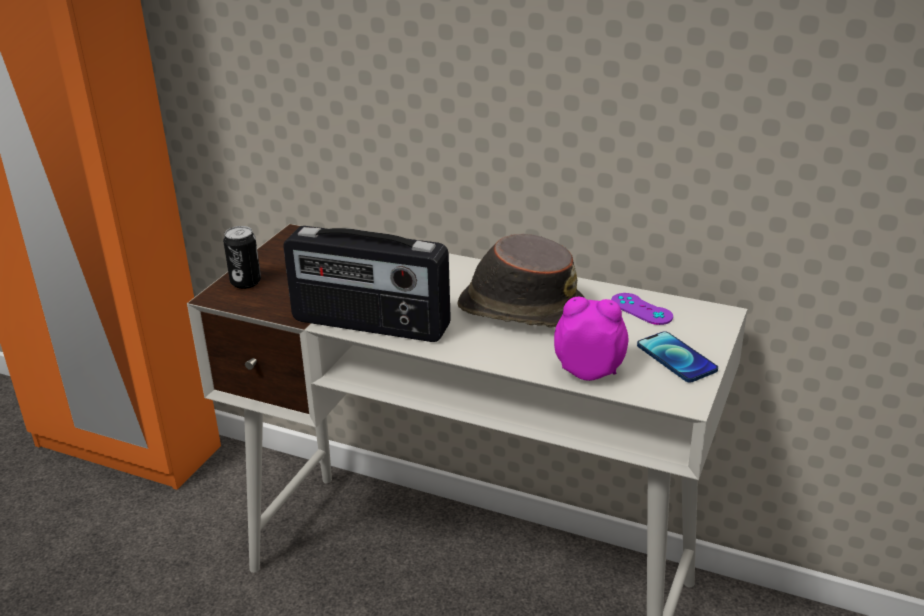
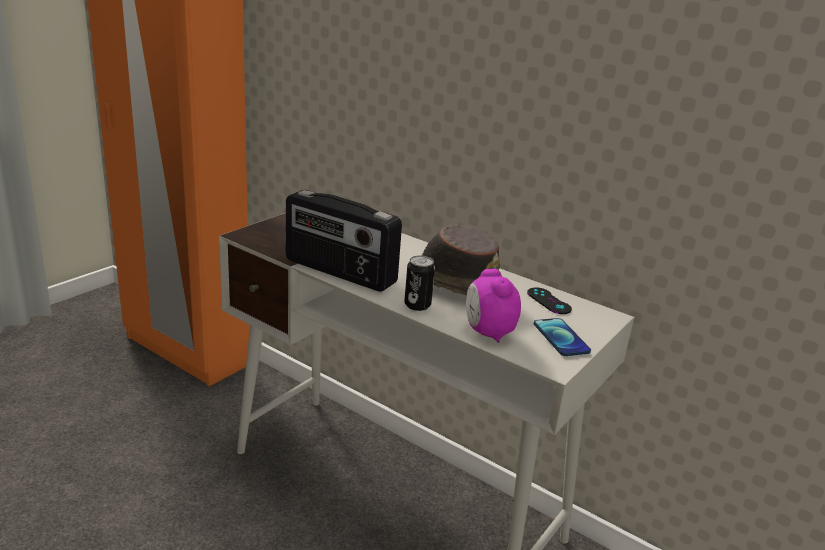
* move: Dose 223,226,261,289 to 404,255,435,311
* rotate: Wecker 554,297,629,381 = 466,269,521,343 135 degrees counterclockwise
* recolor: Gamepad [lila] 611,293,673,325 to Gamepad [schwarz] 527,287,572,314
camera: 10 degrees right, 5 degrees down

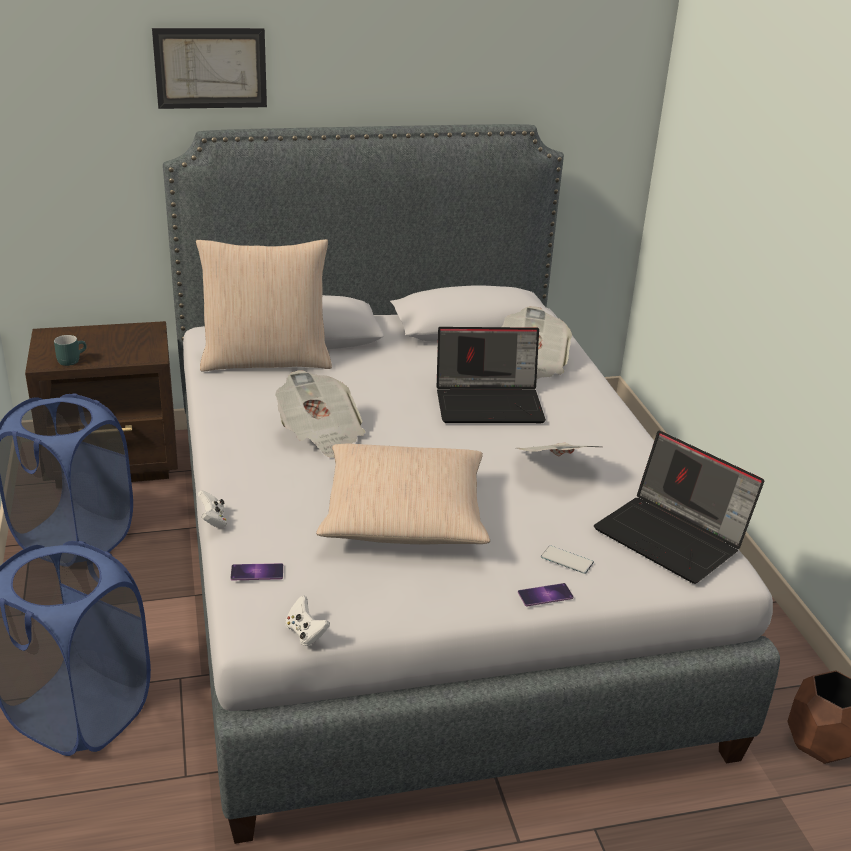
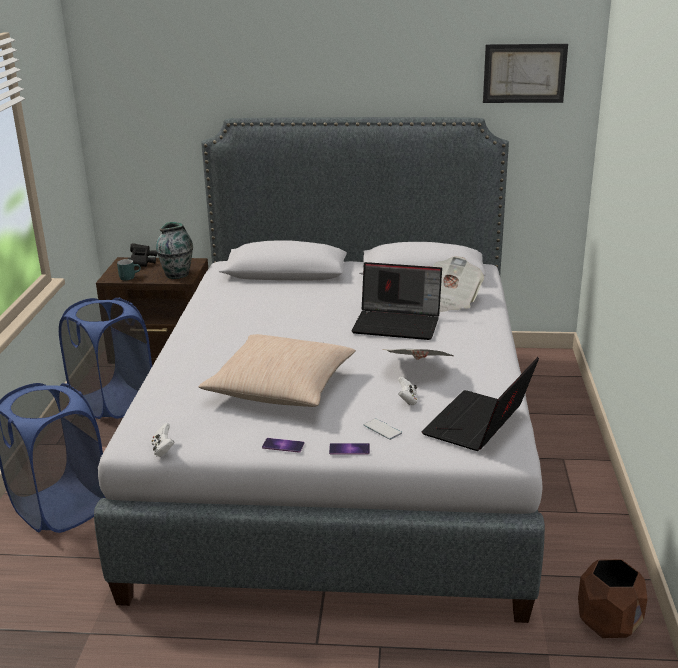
* insert: Fernglas [schwarz] 128,243,157,267
* insert: Vase 156,222,193,279
* move: Handy 231,563,283,580 to 262,438,305,452
* move: Gamepad [weiß] 198,491,227,528 to 398,376,417,405
* rotate: Laptop 594,431,764,584 = 421,357,539,451 60 degrees clockwise
* move: Bild 152,28,267,109 to 483,44,568,103
* delete: Kissen [beige] 196,239,332,371
* delete: Zeitung 275,370,365,458
camera: 20 degrees right, 5 degrees down

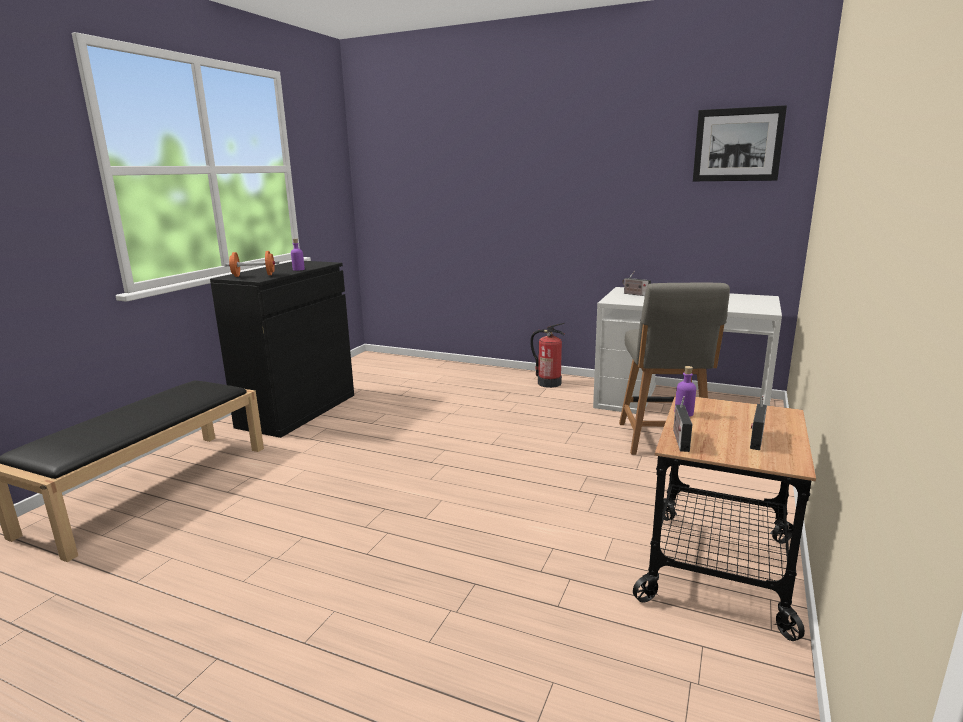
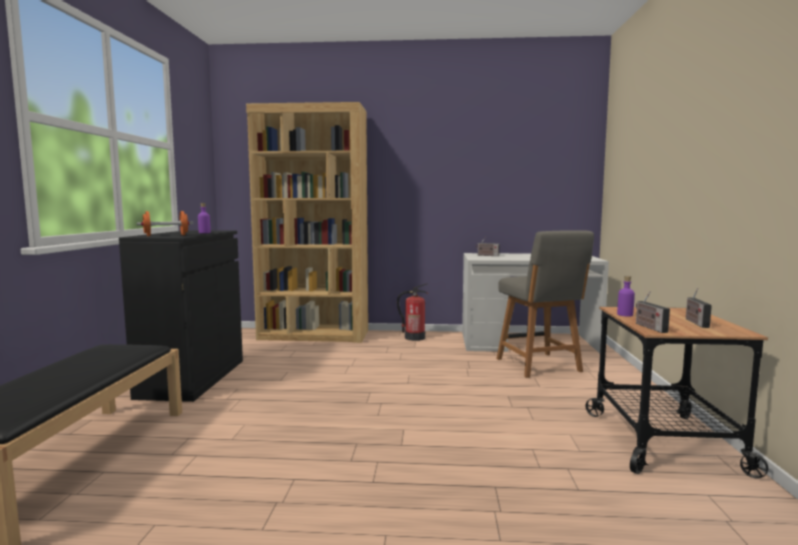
* insert: Bücherregal [braun] 246,102,368,343
* delete: Bild 693,105,787,181
camera: 20 degrees left, 10 degrees down

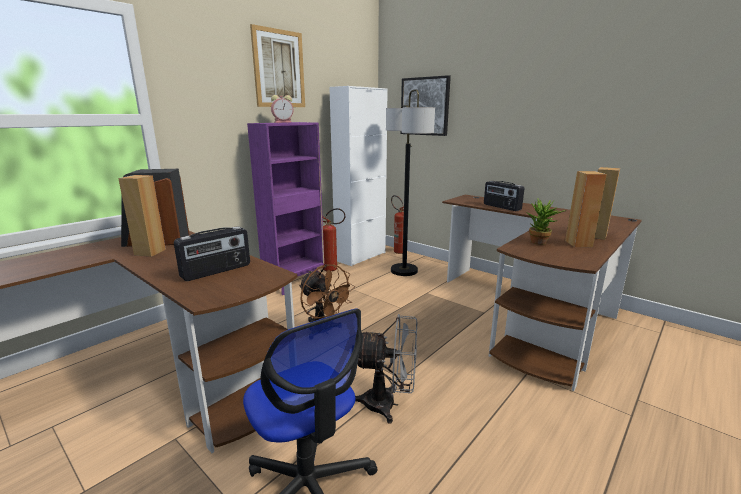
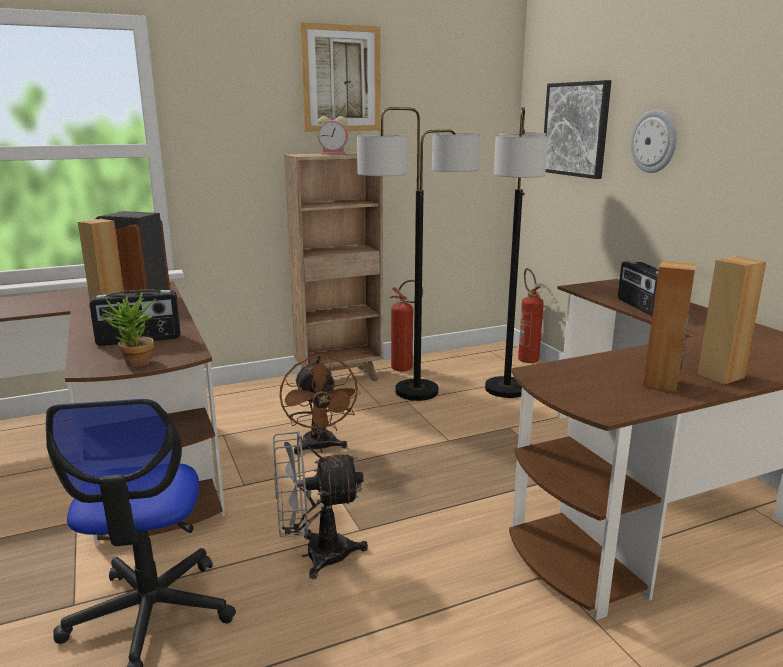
* move: Topfpflanze 527,198,566,245 to 99,292,156,367
* rotate: Ventilator [grau] 355,314,417,424 = 273,431,368,579 135 degrees clockwise
* recolor: Bücherregal [lila] 247,122,324,295 to Bücherregal [braun] 284,153,383,382
* insert: Stehlampe 357,107,480,401
* insert: Wanduhr 630,110,677,173
* delete: Schrank [weiß] 329,86,388,266
camera: 25 degrees right, 0 degrees up

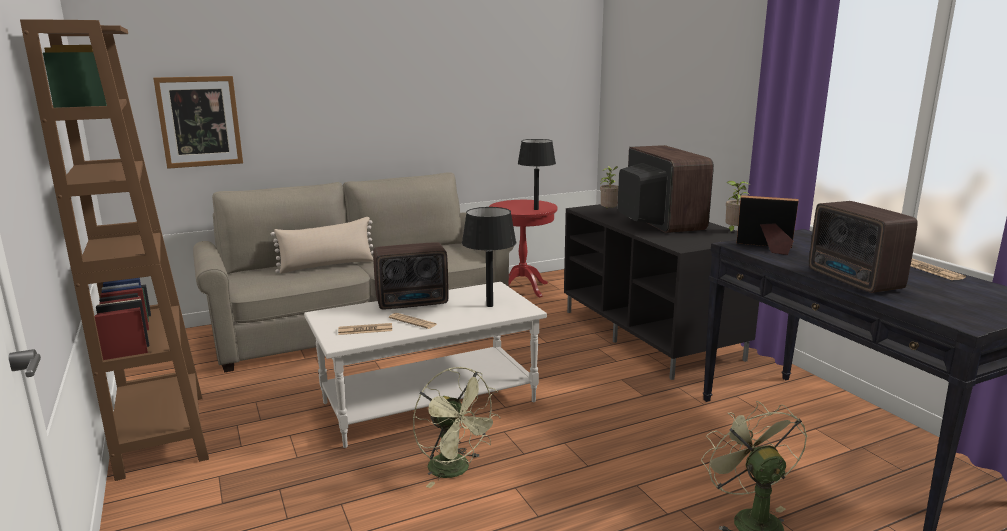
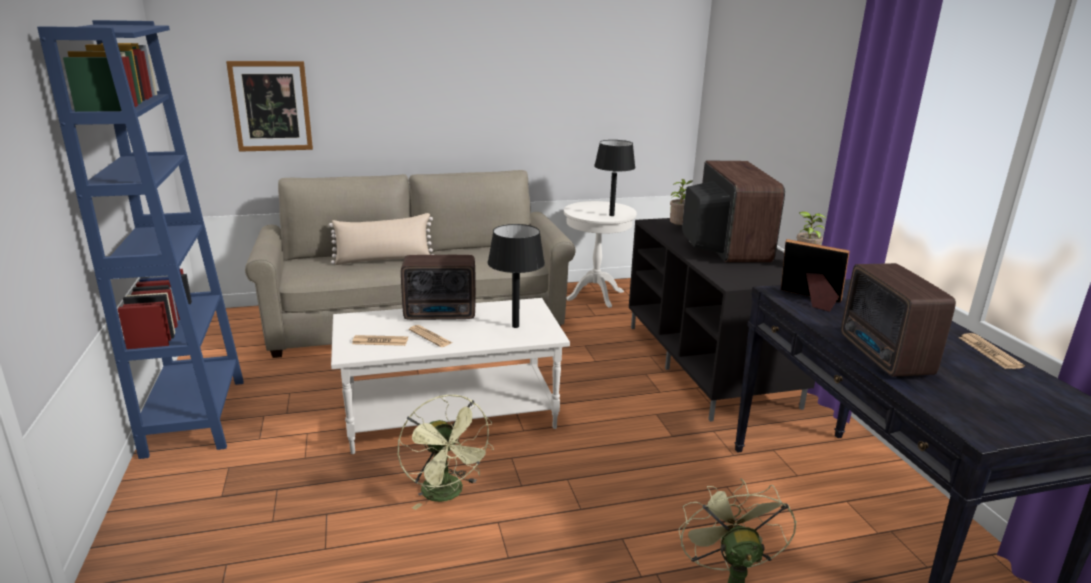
* recolor: Bücherregal [braun] 20,19,209,481 to Bücherregal [blau] 37,20,244,459
* recolor: Beistelltisch [rot] 489,200,557,297 to Beistelltisch [weiß] 564,201,637,308
camera: 10 degrees right, 5 degrees up

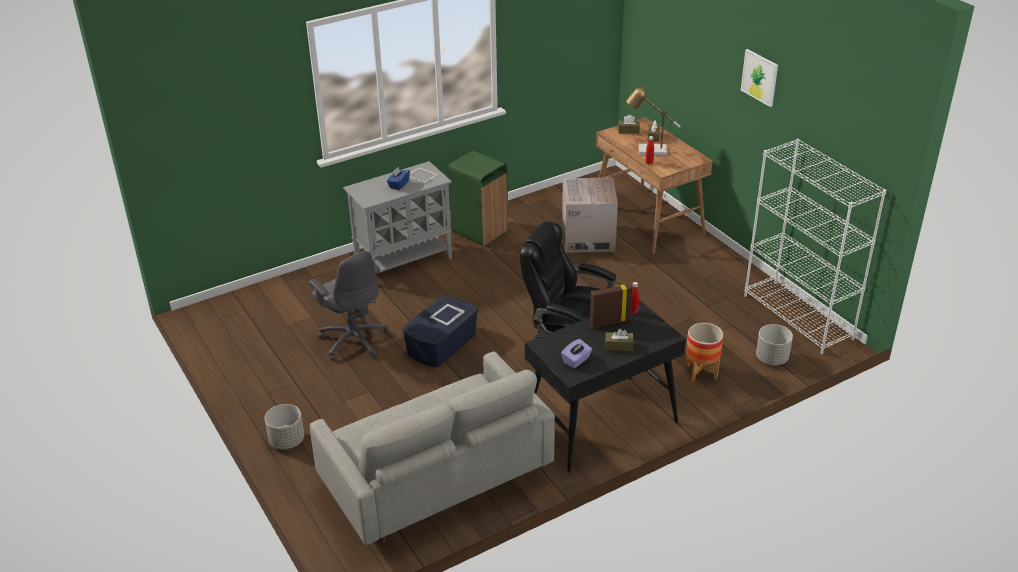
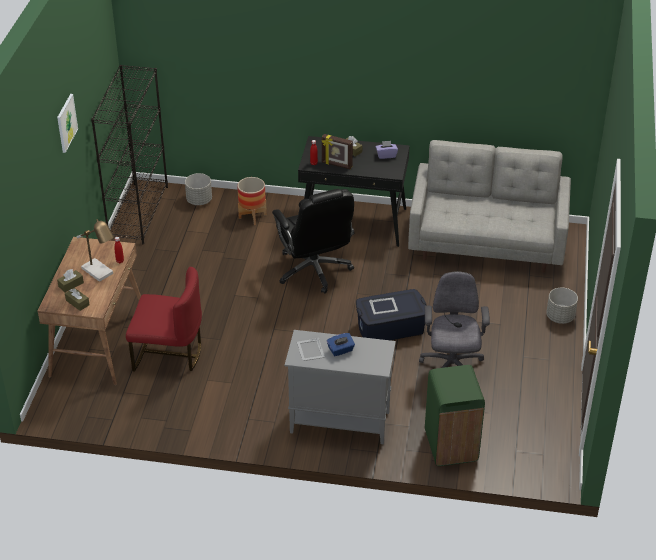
* recolor: Bücherregal [weiß] 744,139,886,354 to Bücherregal [schwarz] 91,65,168,244
* replace: Karton 562,177,618,253 to Stuhl [rot] 126,267,202,372
* move: Mülleimer [grün] 448,151,508,246 to 425,365,485,466
camera: 140 degrees left, 5 degrees up

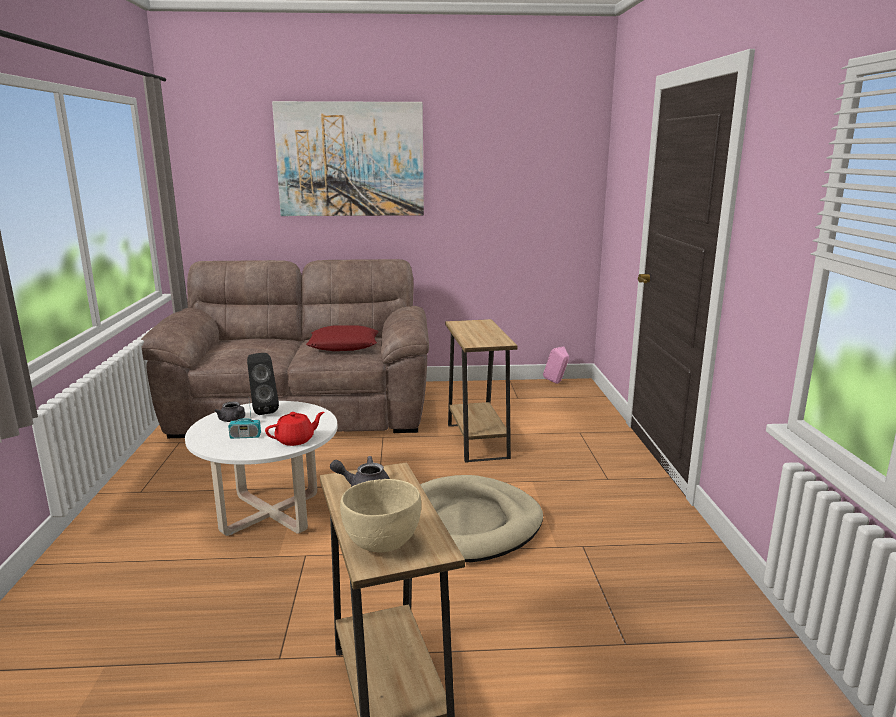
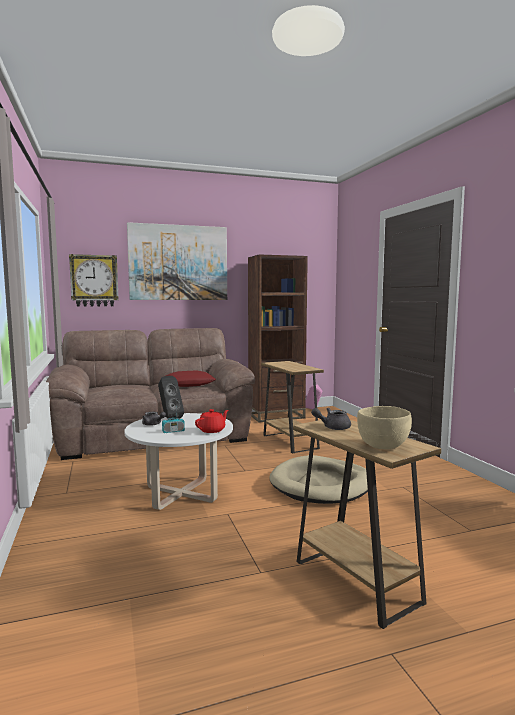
* insert: Wanduhr 69,254,119,307
* insert: Bücherregal [braun] 248,254,308,422
camera: 15 degrees left, 10 degrees down

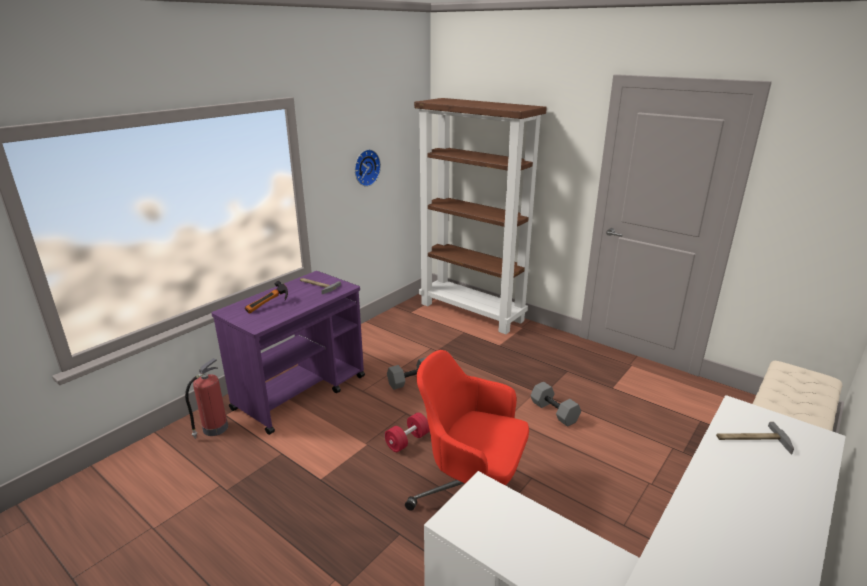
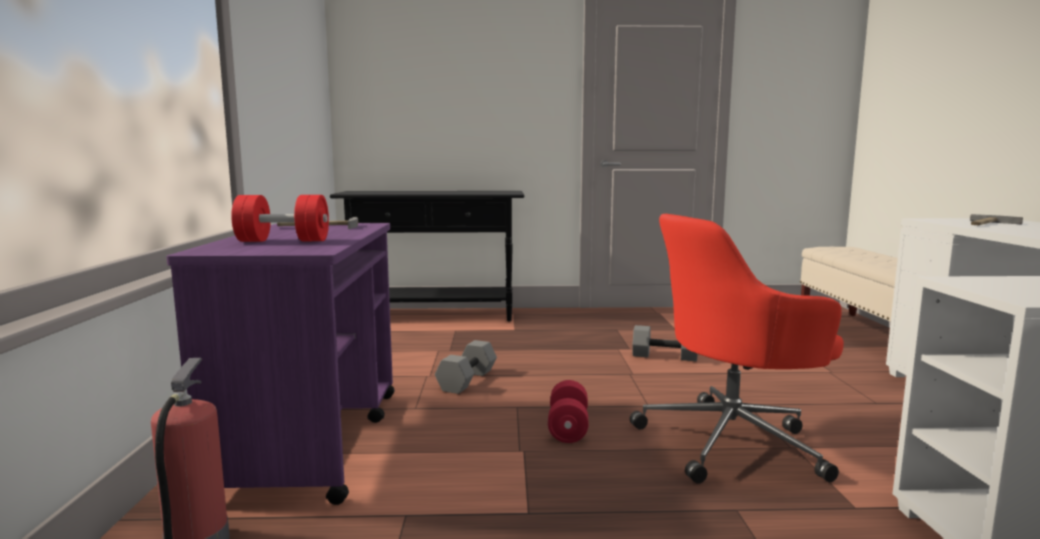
* replace: Hammer 245,281,288,313 to Hantel [rot] 231,195,329,242
* replace: Bücherregal [braun] 414,98,547,334 to Konsolentisch [schwarz] 330,191,524,321
* delete: Wanduhr 355,149,381,187
camera: 40 degrees left, 15 degrees down

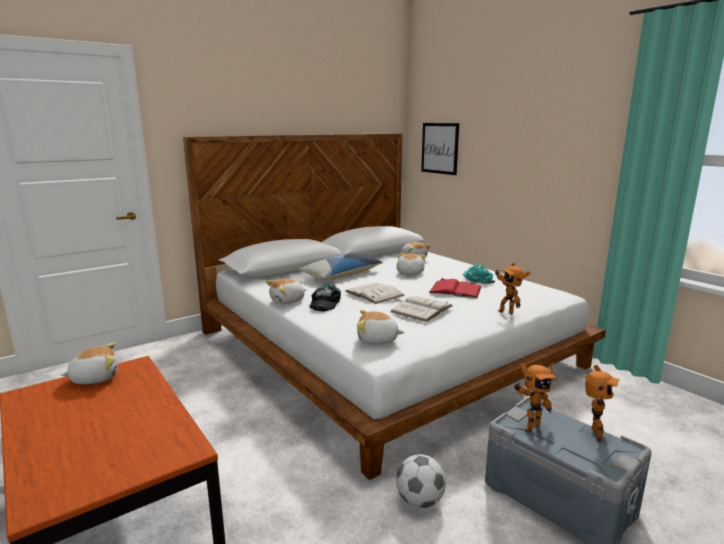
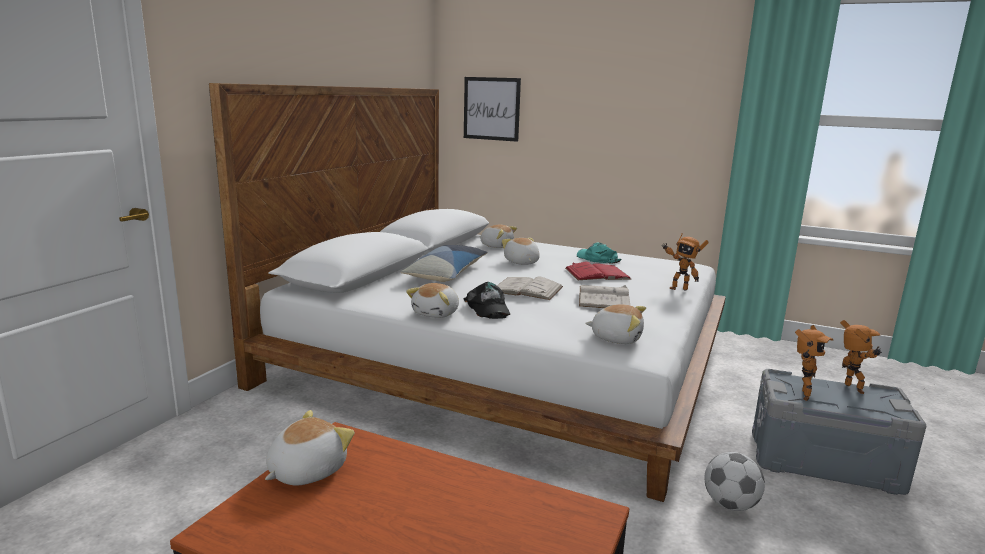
* rotate: Plüschtier 357,310,404,344 = 586,304,646,344 135 degrees counterclockwise
camera: 30 degrees left, 0 degrees up

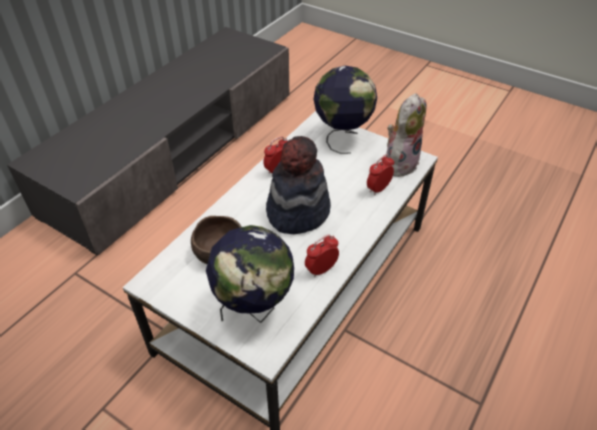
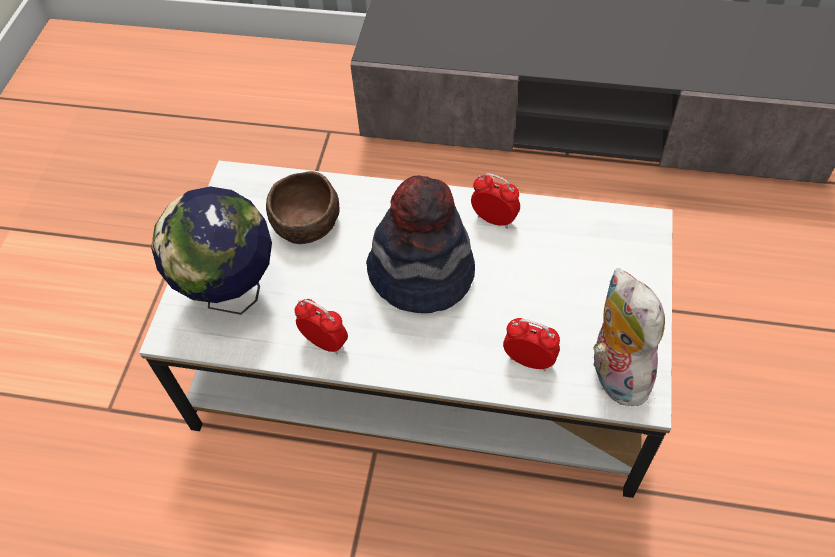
* rotate: Plüschtier 386,93,426,177 = 593,268,665,406 120 degrees counterclockwise
* delete: Globus 313,66,377,154
camera: 70 degrees right, 10 degrees up

